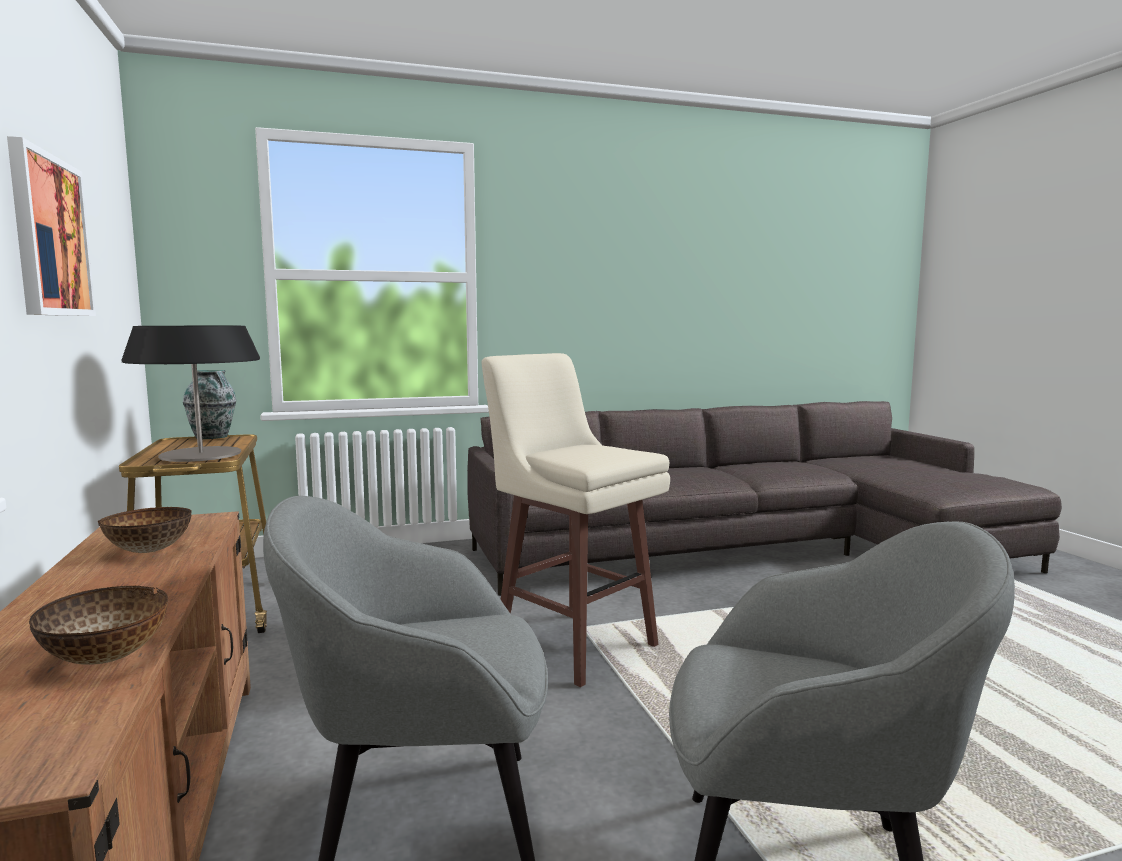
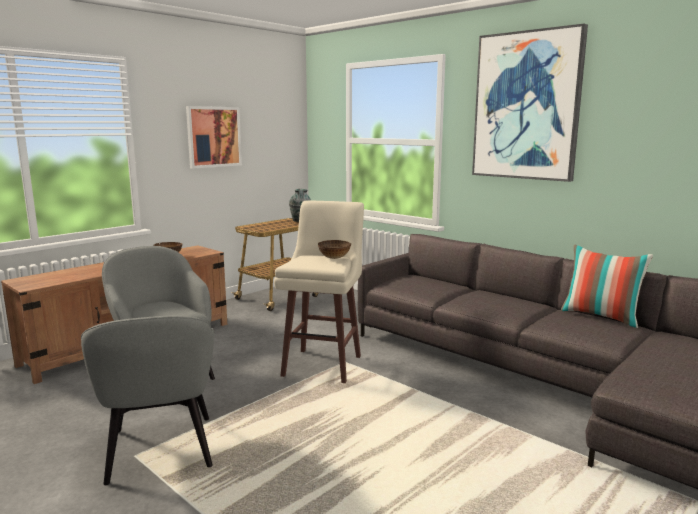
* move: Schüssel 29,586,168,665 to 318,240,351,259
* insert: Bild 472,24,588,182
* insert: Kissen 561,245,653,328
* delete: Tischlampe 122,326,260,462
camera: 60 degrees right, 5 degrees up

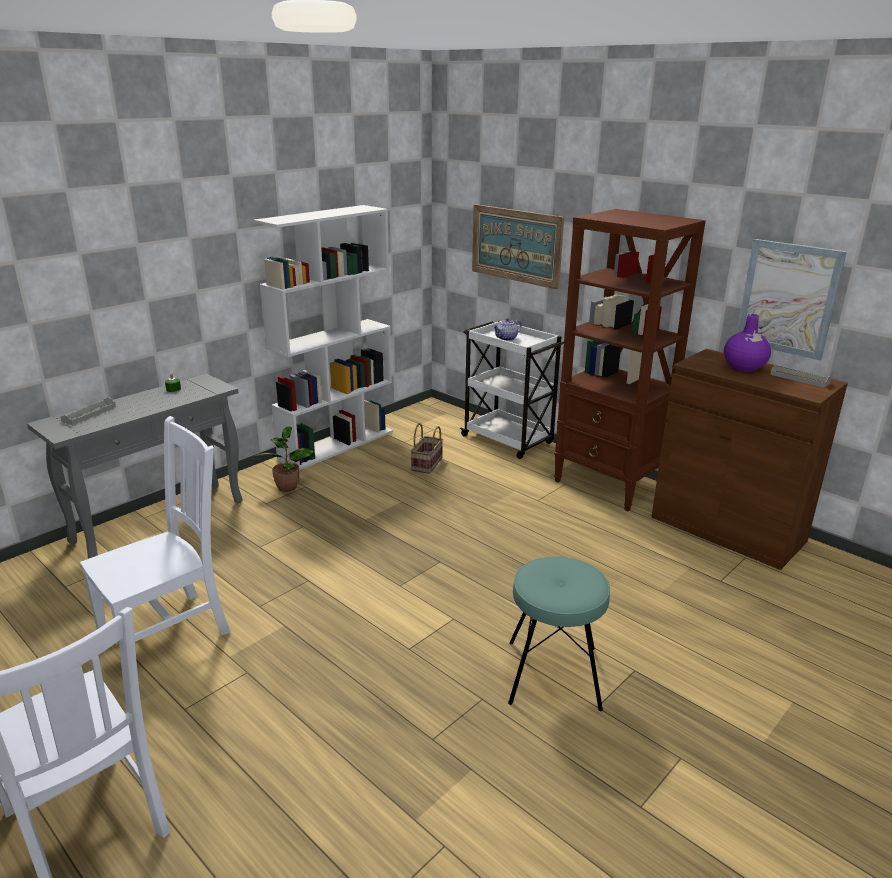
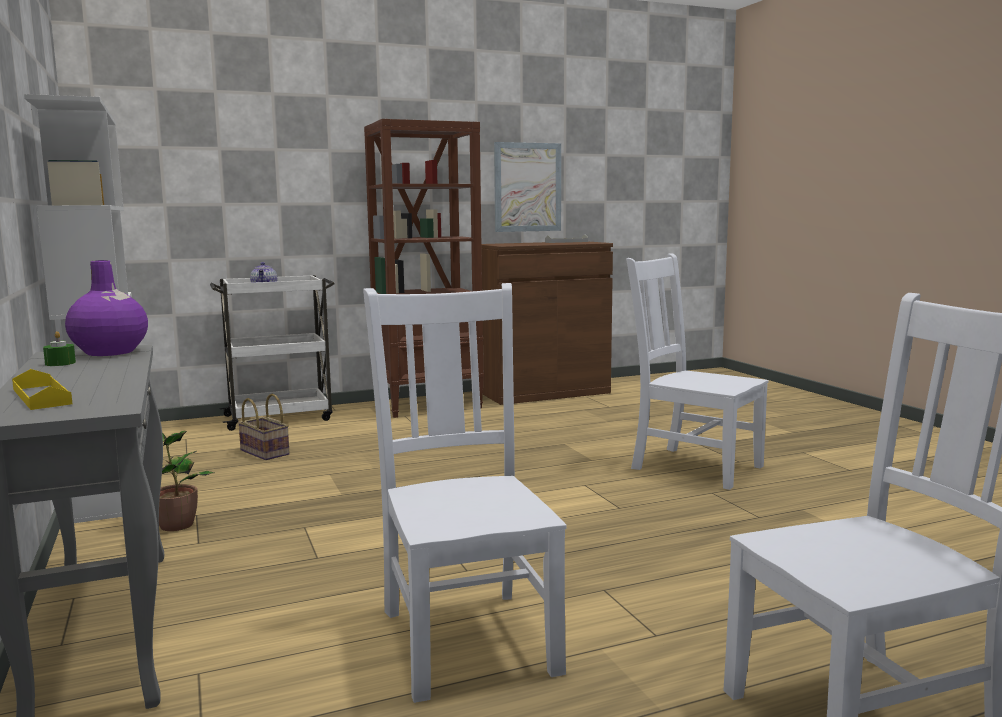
* recolor: Tablett [grau] 60,397,116,425 to Tablett [gelb] 12,369,73,410
* move: Vase [lila] 724,314,771,372 to 65,260,148,356
* replace: Hocker [türkis] 508,557,610,711 to Stuhl [weiß] 626,253,769,490
* delete: Bild 472,204,564,290
camera: 65 degrees left, 15 degrees down

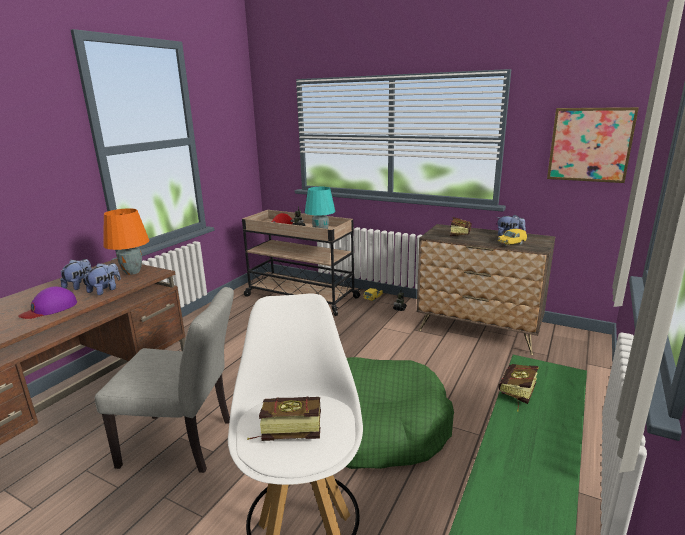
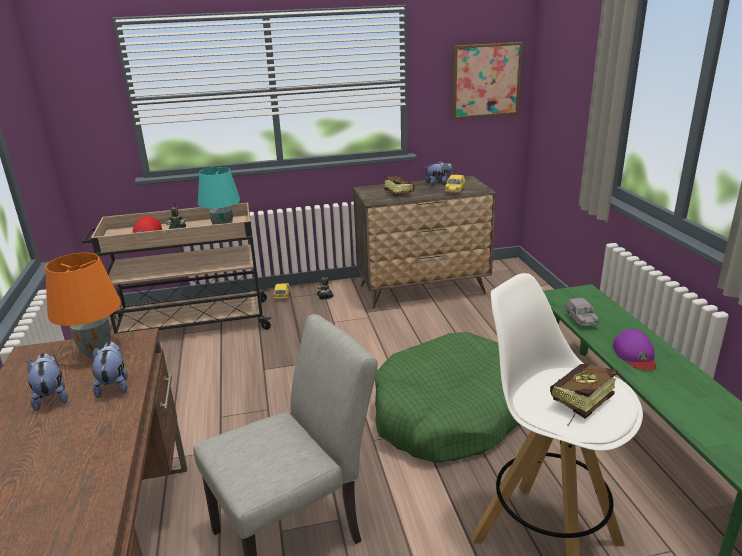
* replace: Buch 498,364,538,412 to Spielzeugauto [grau] 565,298,599,327
* move: Kappe [lila] 18,287,77,319 to 613,329,656,370
camera: 40 degrees left, 5 degrees up

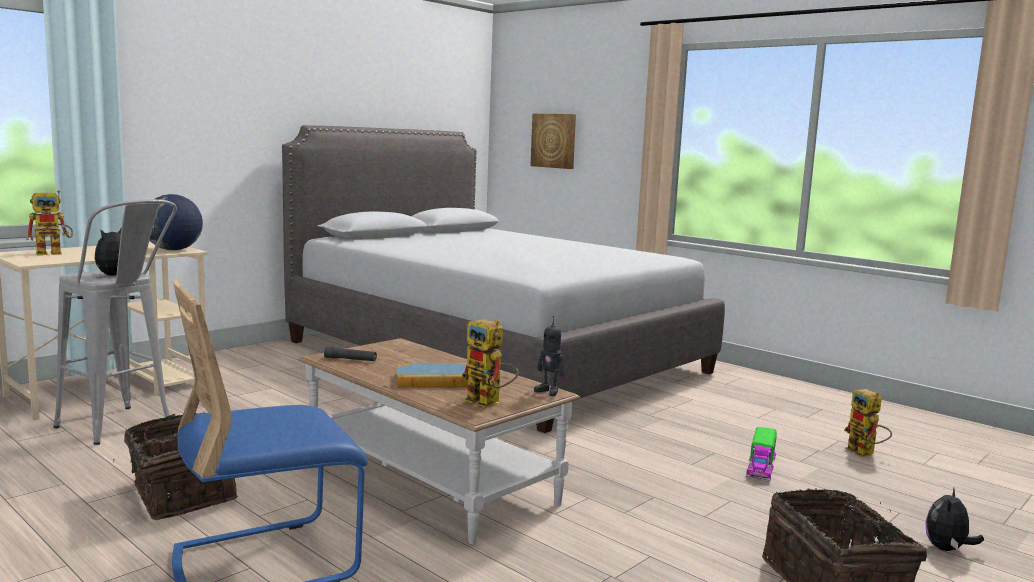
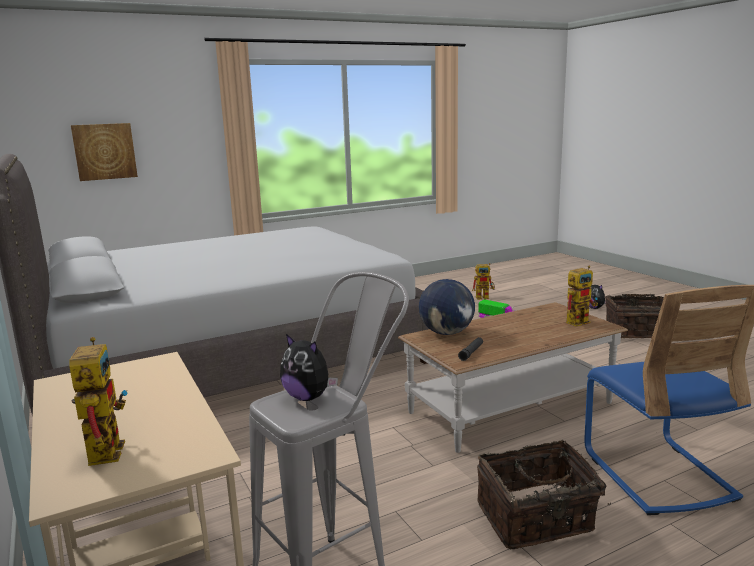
* move: Globus 150,194,203,250 to 419,279,475,335
* delete: Buch 397,363,471,388
* delete: Spielzeugroboter 534,316,565,396
camera: 70 degrees left, 5 degrees up

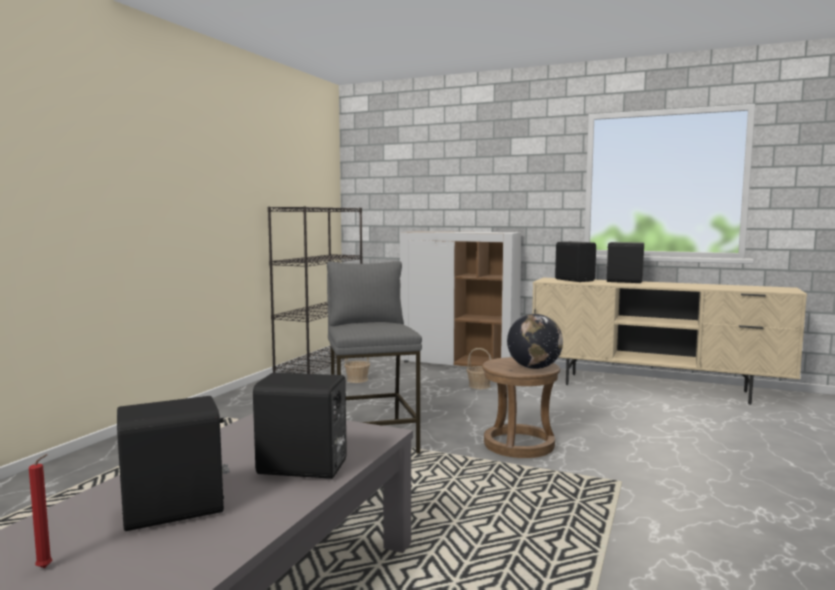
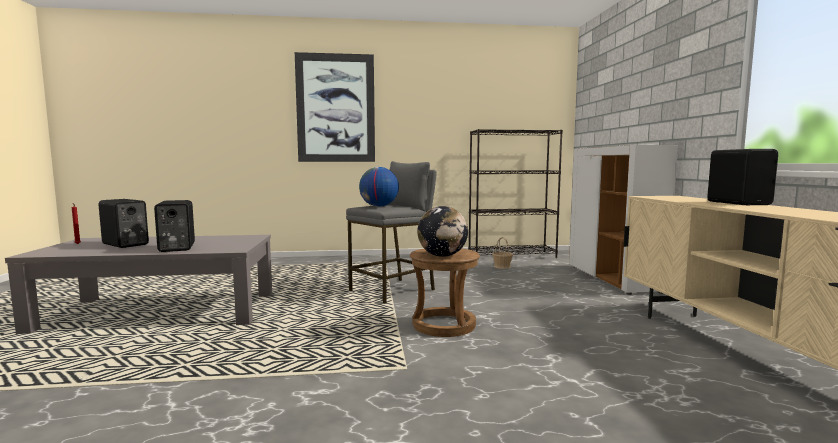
* insert: Bild 295,52,375,162
* insert: Globus 359,167,399,207
* delete: Korb 467,348,492,389
* delete: Lautsprecher [schwarz] 555,241,596,282
camera: 60 degrees right, 0 degrees up

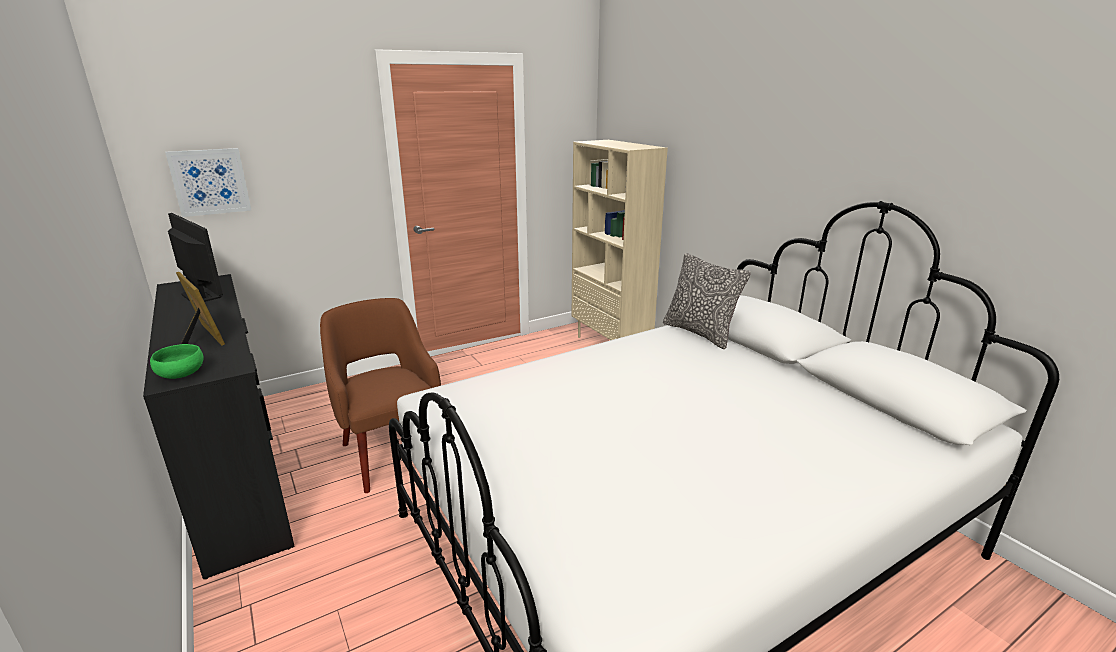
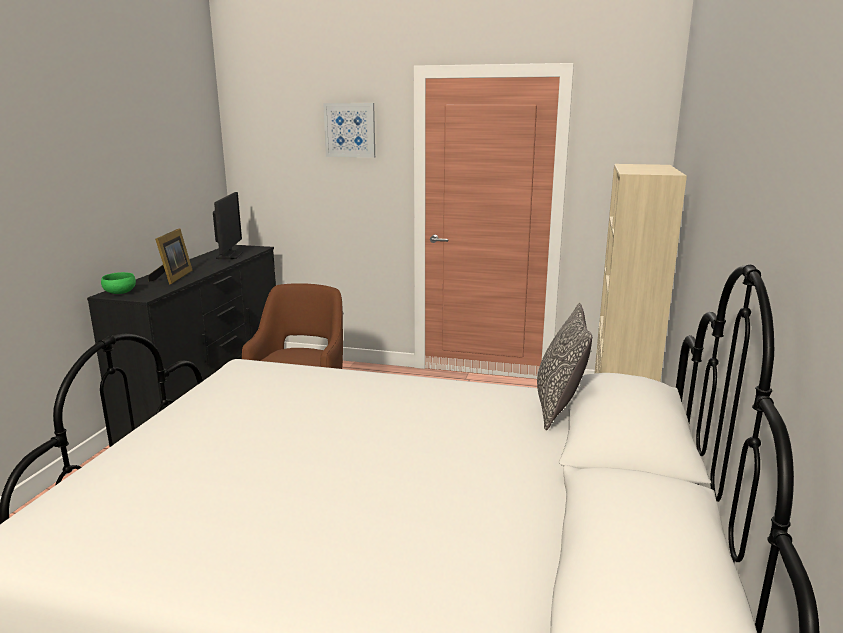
* move: Bild 165,148,251,217 to 323,103,375,158
camera: 45 degrees right, 5 degrees down

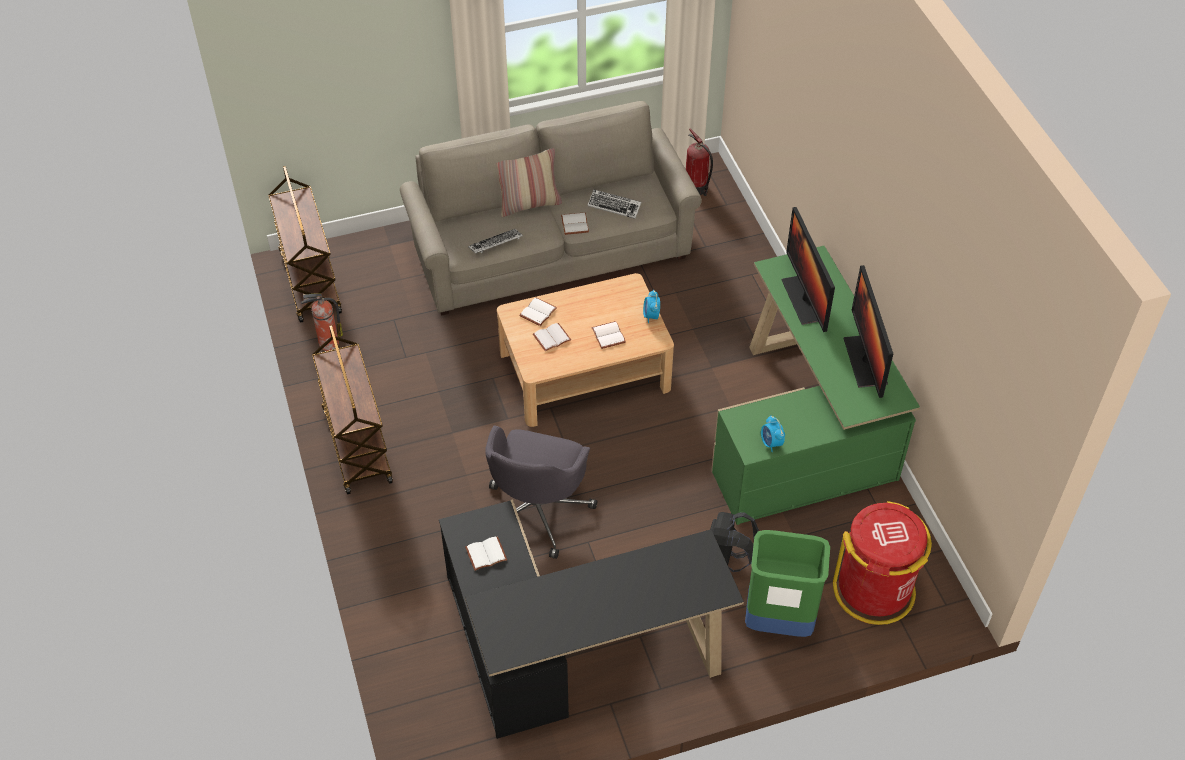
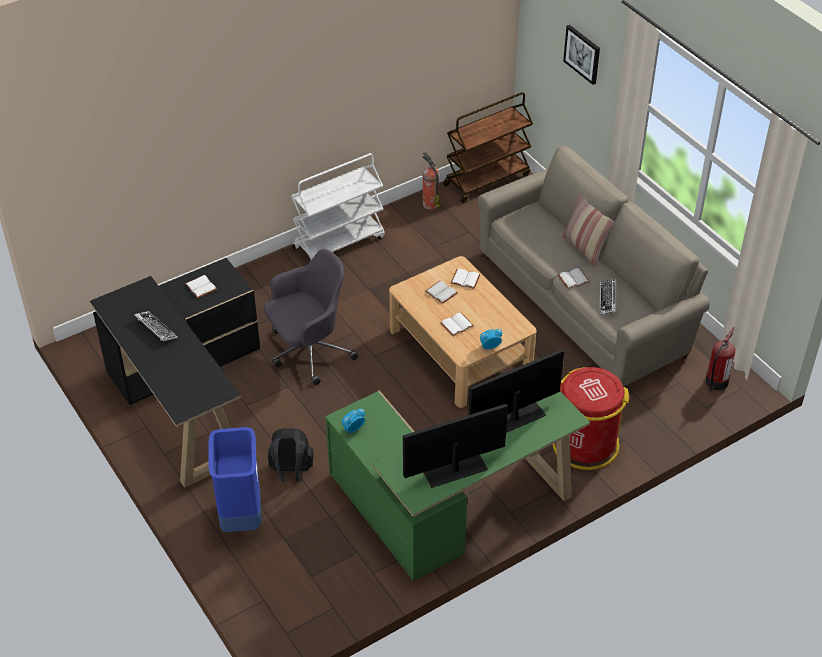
* move: Tastatur 468,229,523,254 to 134,311,178,341
* recolor: Mülleimer [grün] 745,530,830,637 to Mülleimer [blau] 209,427,261,532
* rotate: Bürostuhl [grau] 485,426,597,559 = 264,249,358,385 150 degrees clockwise
* recolor: Rollwagen [braun] 312,325,393,494 to Rollwagen [weiß] 291,153,385,261
* move: Mülleimer [rot] 833,501,932,625 to 552,367,630,470
* insert: Bild 563,25,600,85
camera: 75 degrees right, 5 degrees down

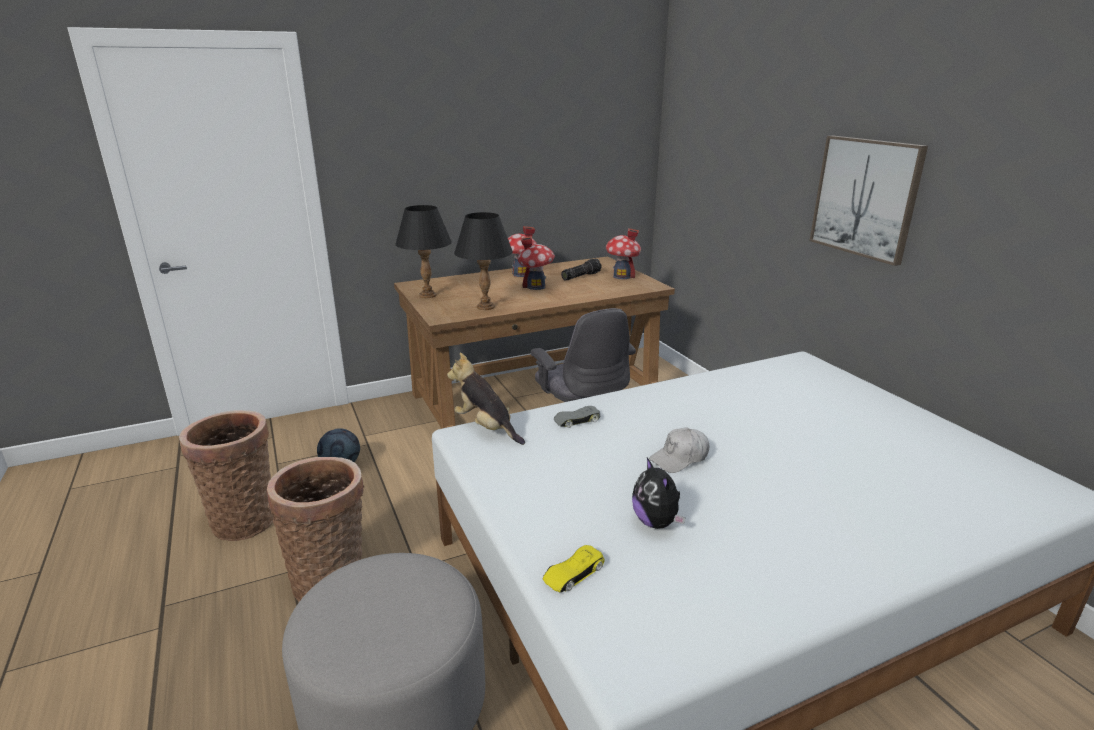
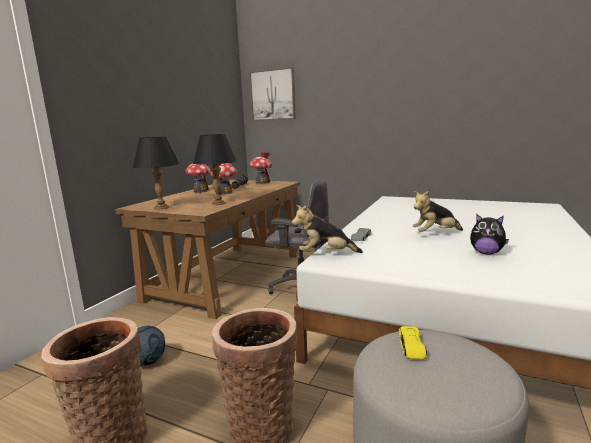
* move: Bild 810,136,928,266 to 249,67,296,121
* move: Spielzeugauto [gelb] 543,545,605,593 to 399,326,427,359
* replace: Kappe [weiß] 649,427,709,473 to Plüschtier 413,191,463,232
camera: 40 degrees left, 10 degrees down

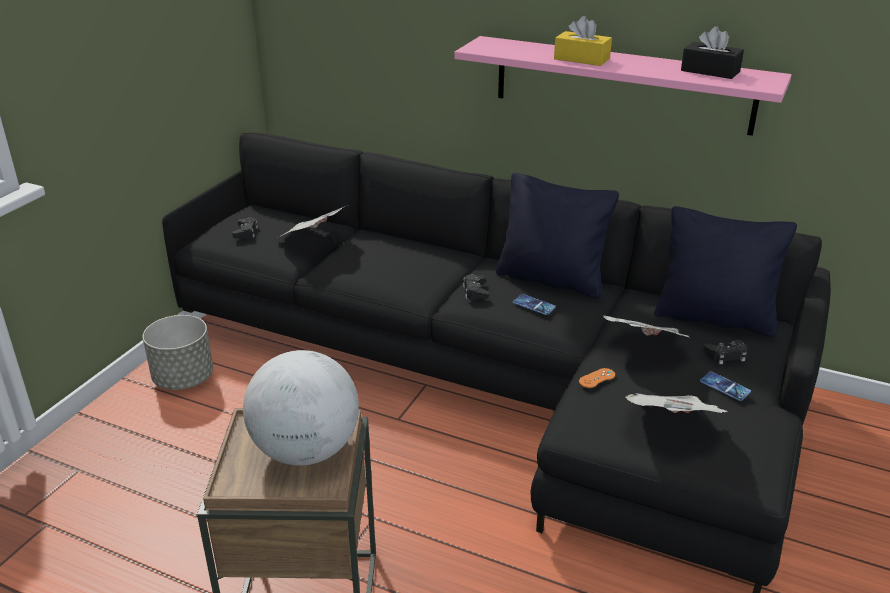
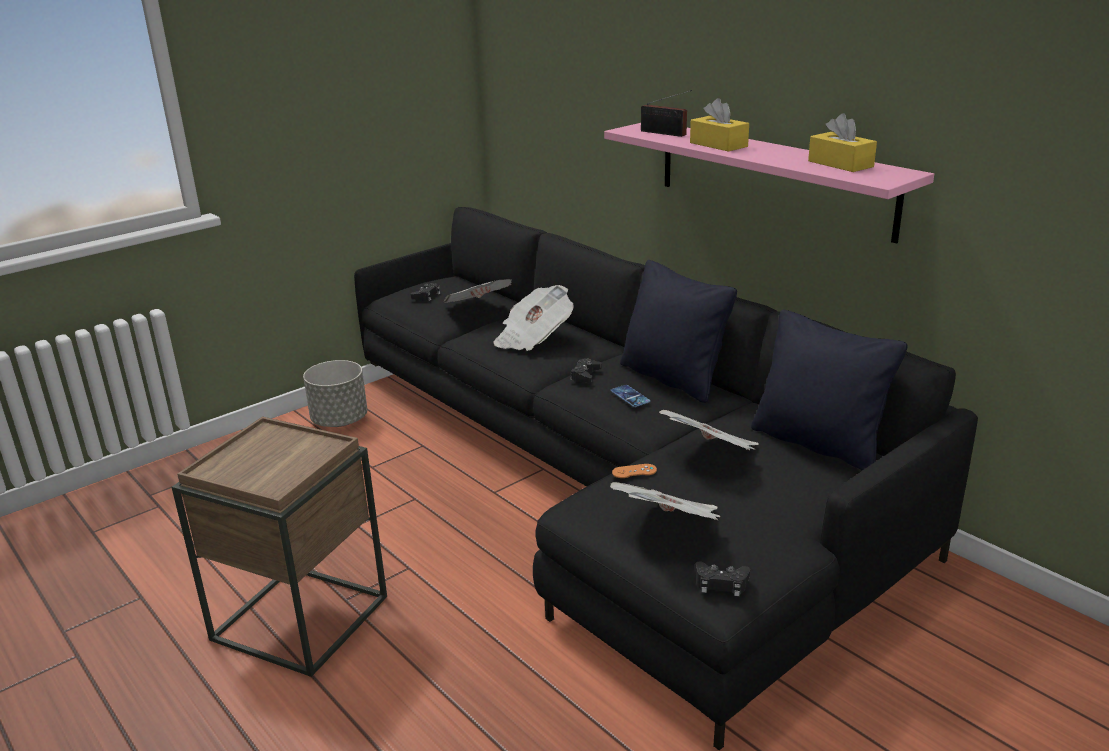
* insert: Zeitung 493,285,574,351
* insert: Radio 641,90,692,137
* move: Gamepad [schwarz] 703,339,747,365 to 695,561,750,596
* recolor: Taschentuchbox [schwarz] 681,26,744,79 to Taschentuchbox [gelb] 808,113,877,172
* delete: Globus 243,350,359,466
* delete: Handy 700,372,751,401
camera: 25 degrees right, 5 degrees down

